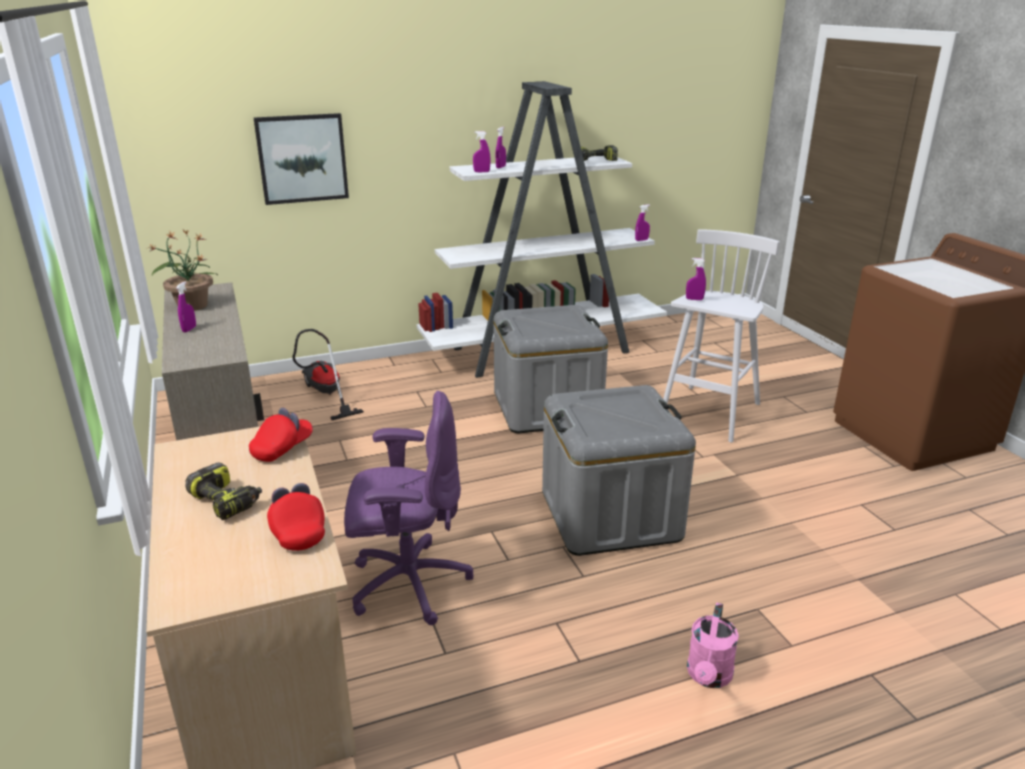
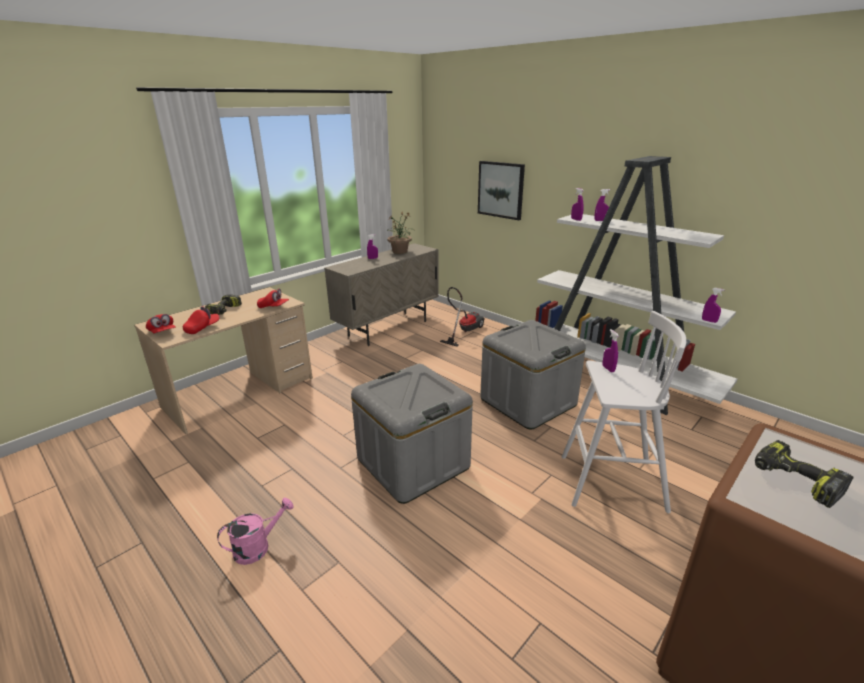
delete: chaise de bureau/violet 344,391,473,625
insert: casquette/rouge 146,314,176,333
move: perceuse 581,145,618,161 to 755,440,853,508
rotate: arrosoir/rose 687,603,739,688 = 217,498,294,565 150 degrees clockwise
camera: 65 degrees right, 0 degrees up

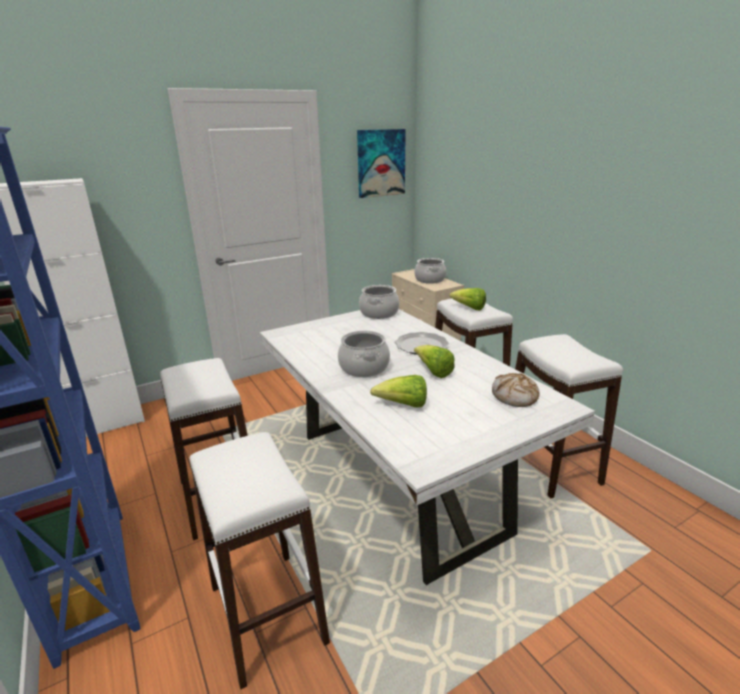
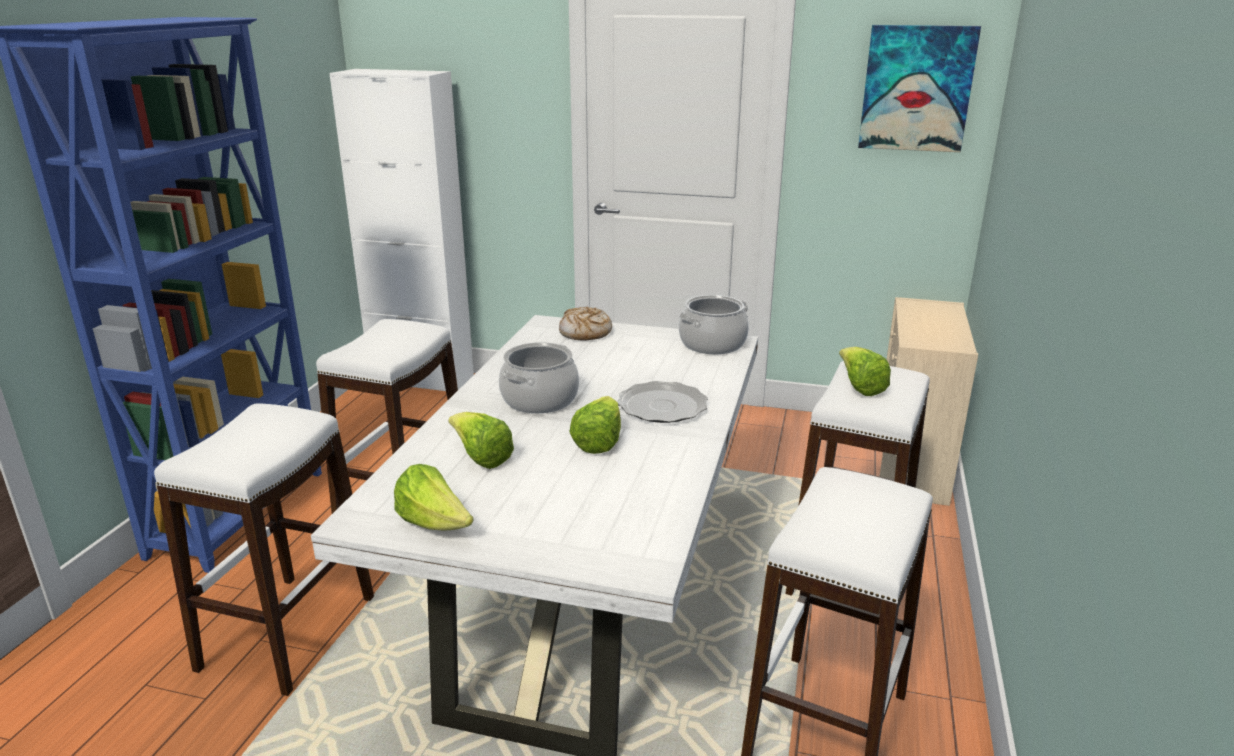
delete: marmite 414,258,446,284
insert: laitue 394,464,474,530
move: pain 492,373,540,407 to 559,307,612,341
camera: 45 degrees right, 0 degrees up

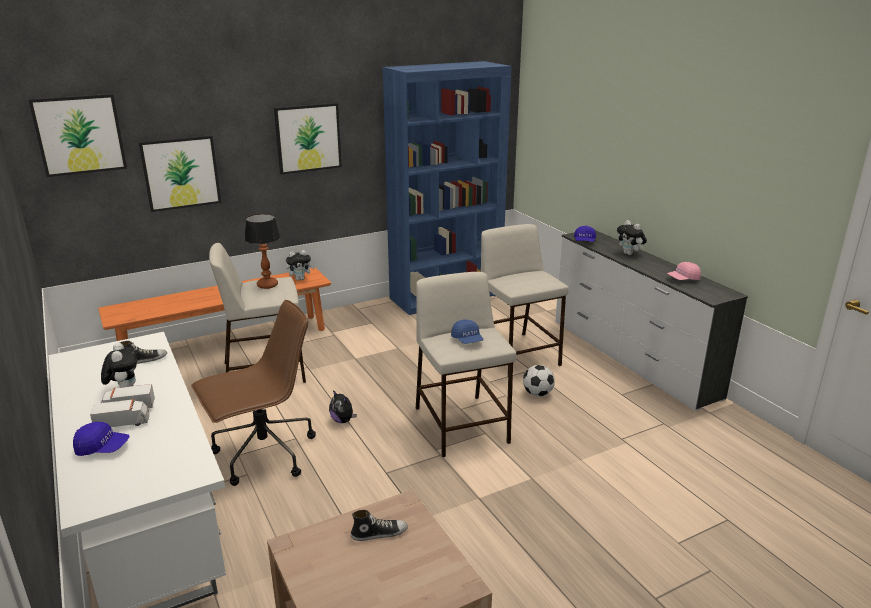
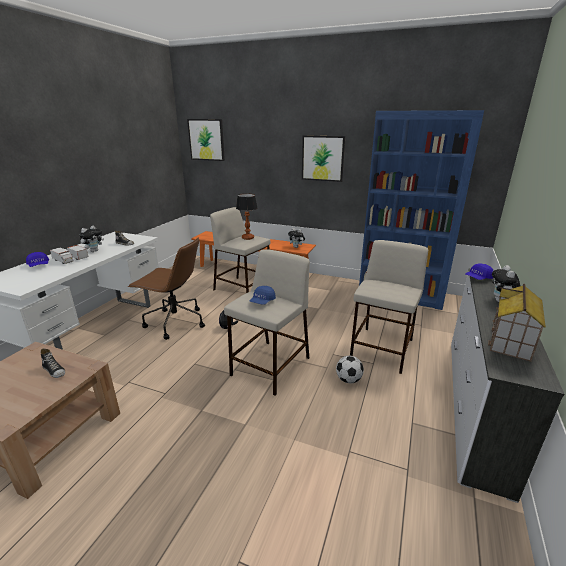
delete: tableau 139,135,221,212
replace: casquette/rose 667,262,701,280 to maison miniature 488,284,546,362
camera: 50 degrees right, 0 degrees up

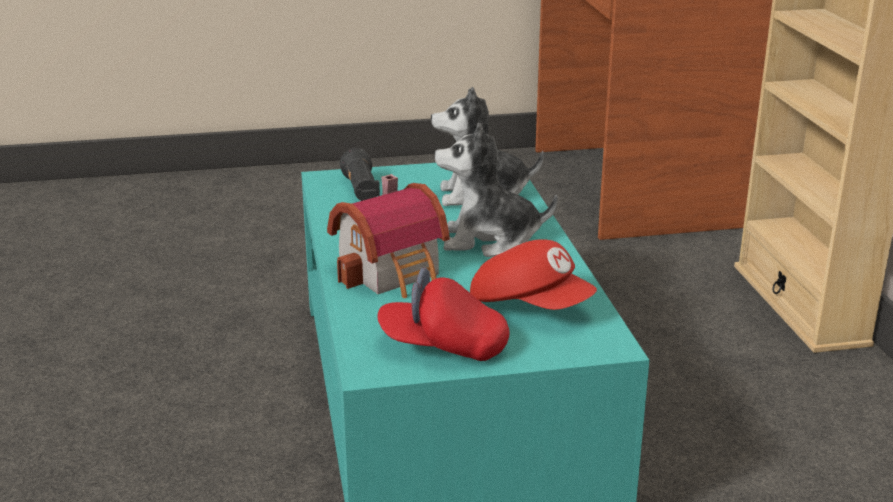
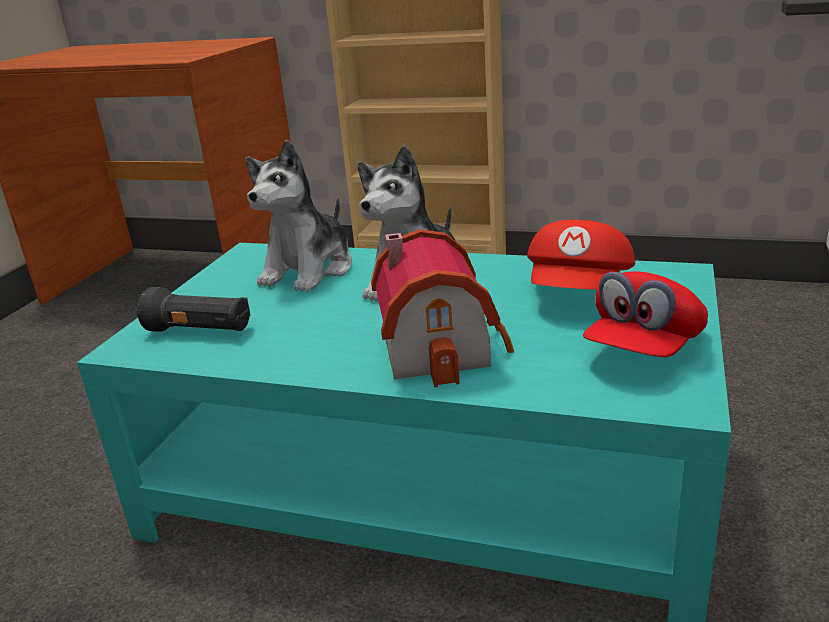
rotate: casquette/rouge 470,239,597,310 = 527,220,635,290 135 degrees clockwise
camera: 60 degrees left, 0 degrees up

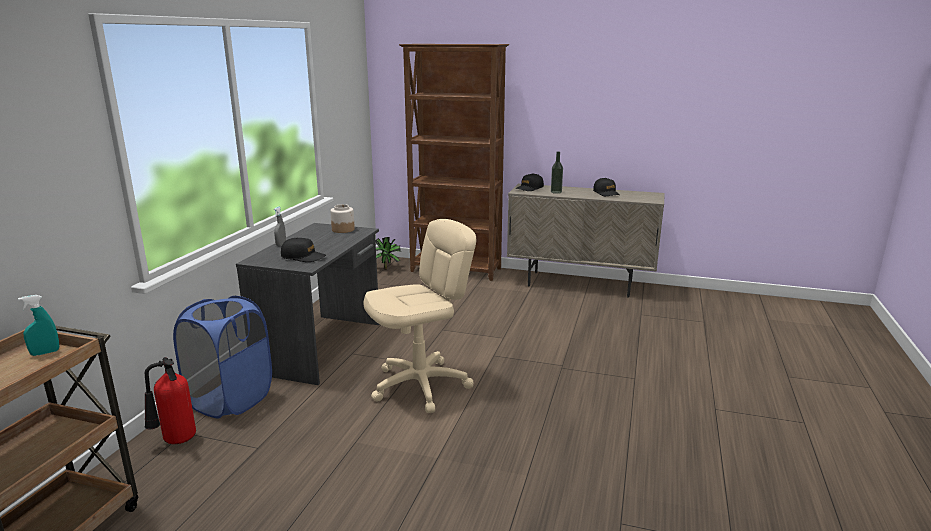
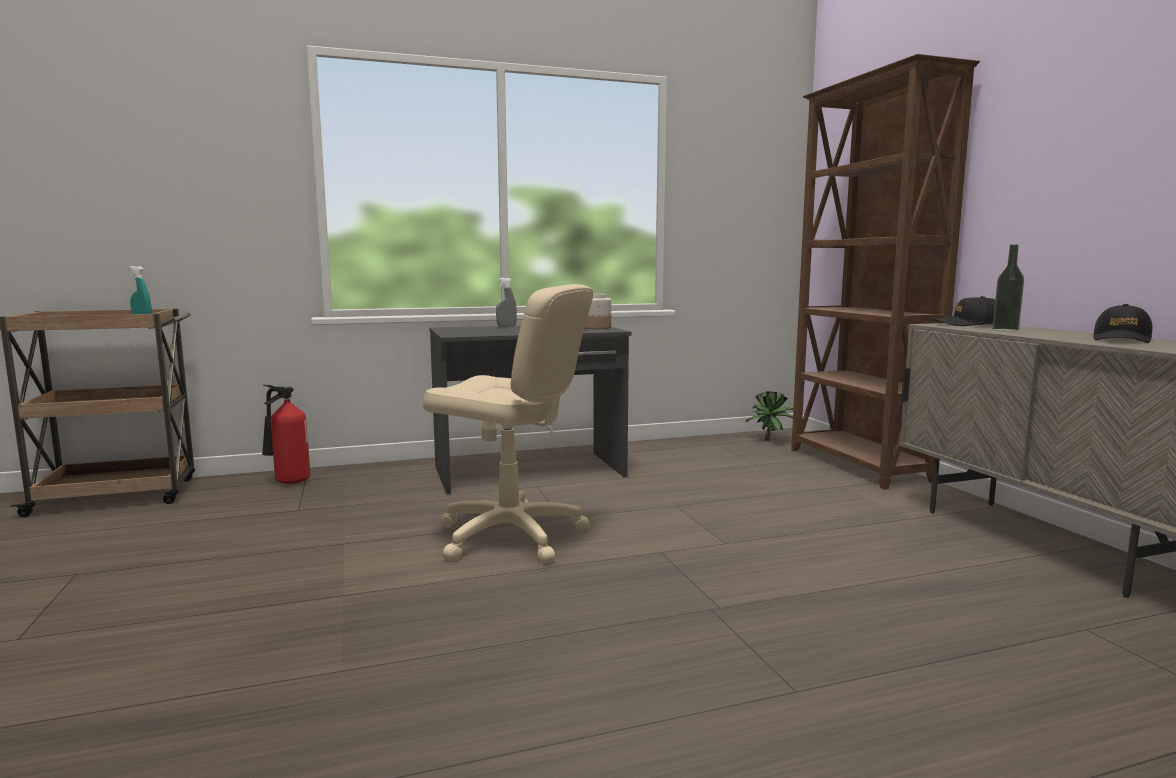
delete: casquette/noir 281,238,326,262; panier à linge/bleu 173,296,272,419
camera: 55 degrees right, 10 degrees down

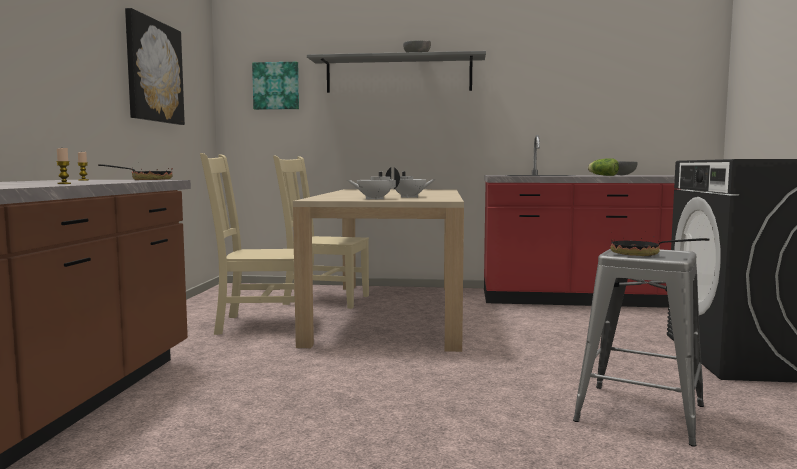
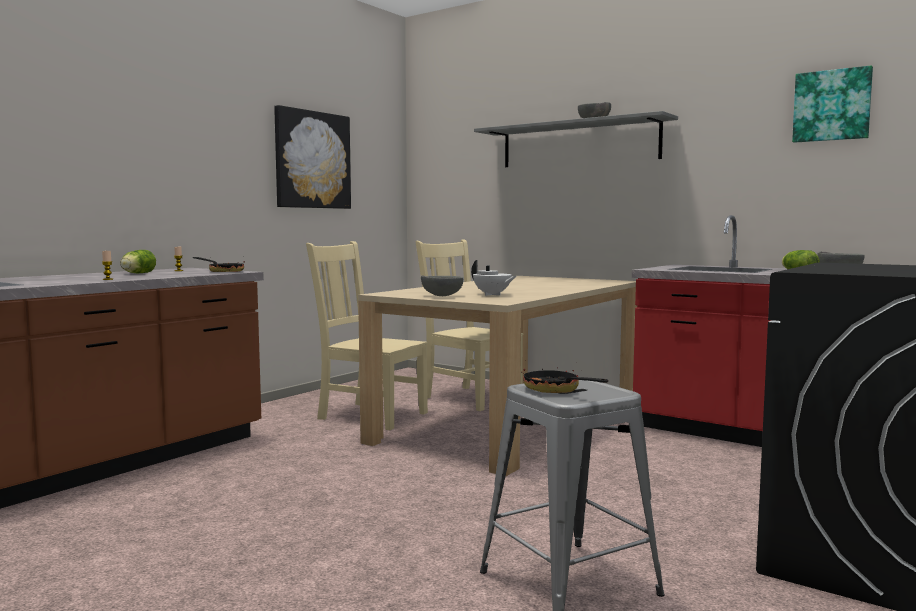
insert: laitue 120,250,156,273
move: tableau 252,62,299,110 to 792,65,873,143
replace: théière/blanc 347,167,400,200 to bol/gris 421,275,463,296
camera: 30 degrees right, 0 degrees up

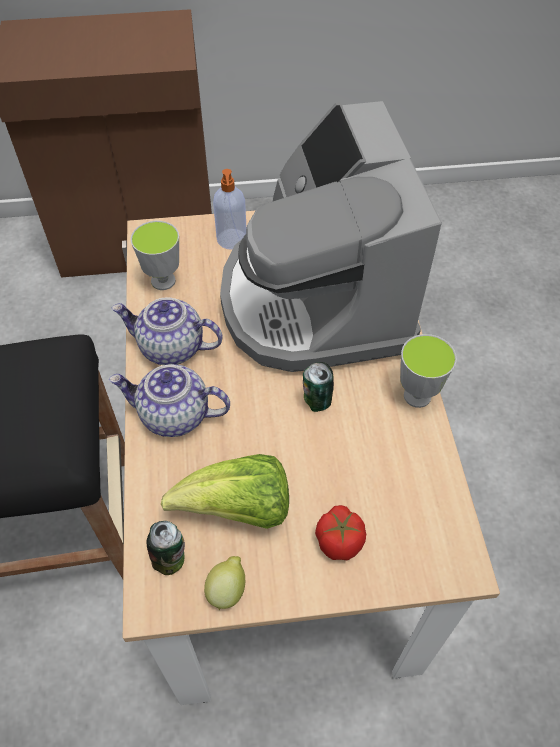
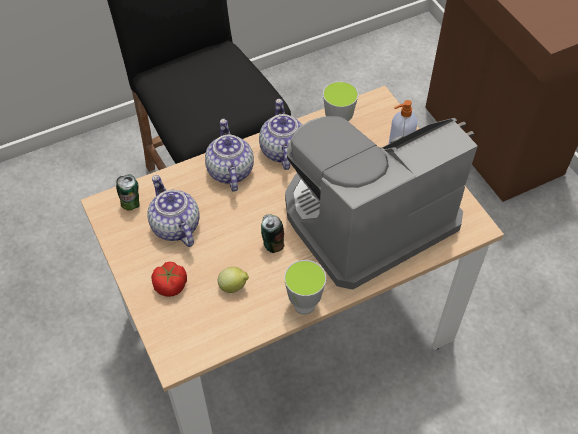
move: citron 204,556,245,610 to 218,267,249,293
replace: laitue 161,454,289,529 to théière 147,175,199,247
camera: 70 degrees right, 0 degrees up

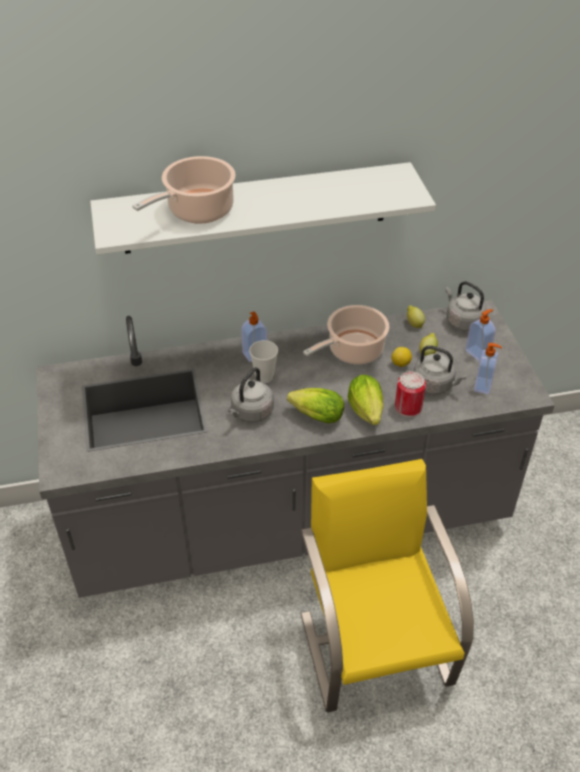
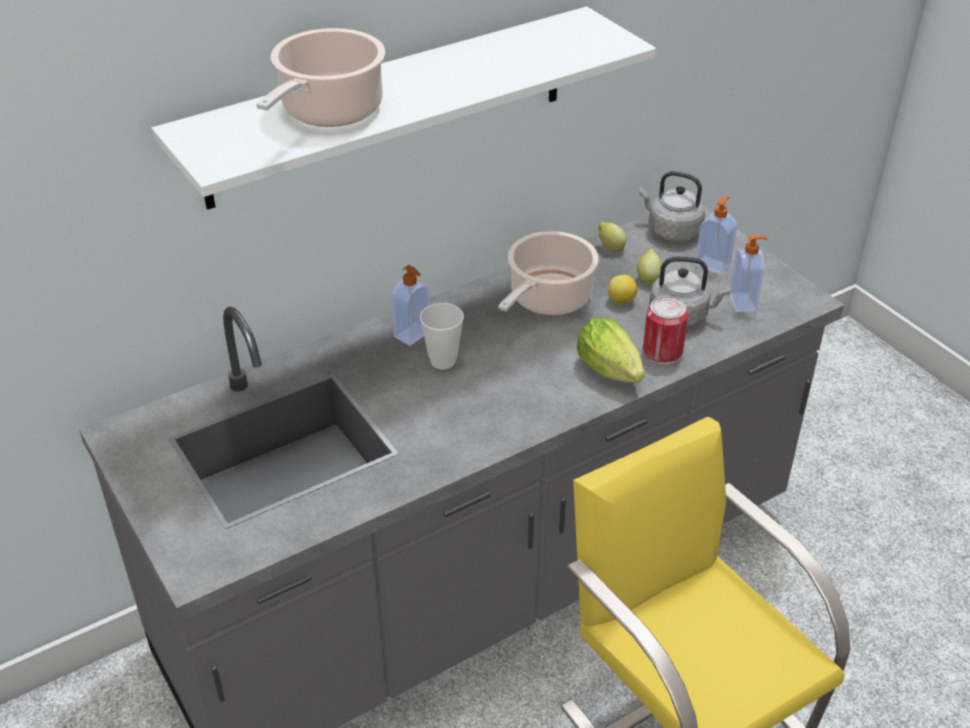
delete: bouilloire/gris 228,367,274,422; laitue 287,388,344,423
camera: 20 degrees left, 5 degrees down

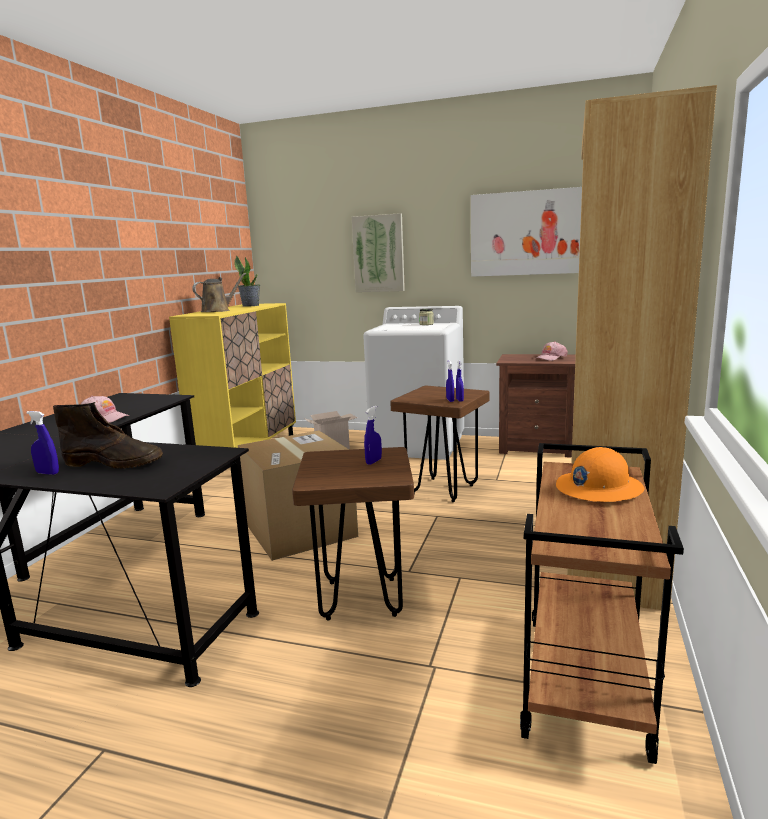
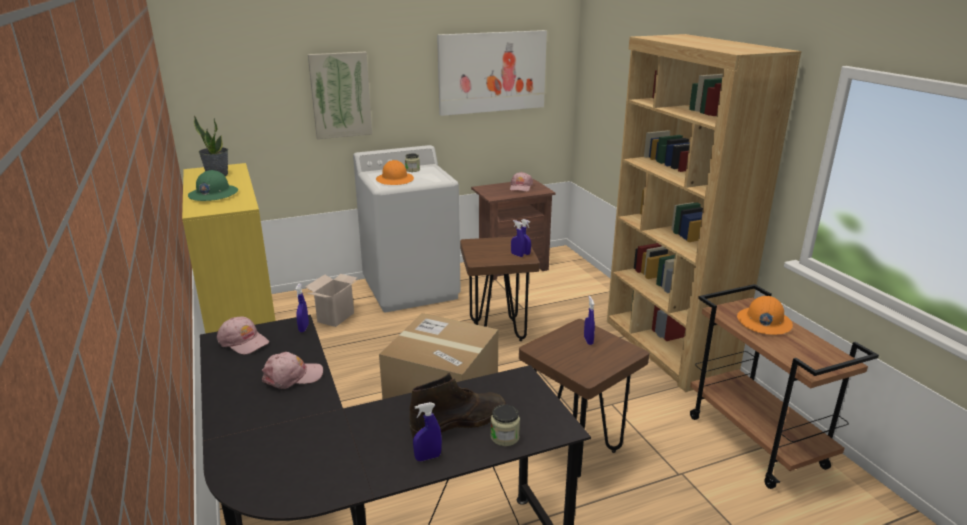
insert: casque de chantier/orange 376,160,414,185; vaporisateur/bleu 295,284,309,332; casquette/rose 217,316,269,355; bocal 491,404,520,446
replace: arrosoir/marron 192,273,246,312 to casque de chantier/vert 188,170,238,201
camera: 40 degrees left, 10 degrees up

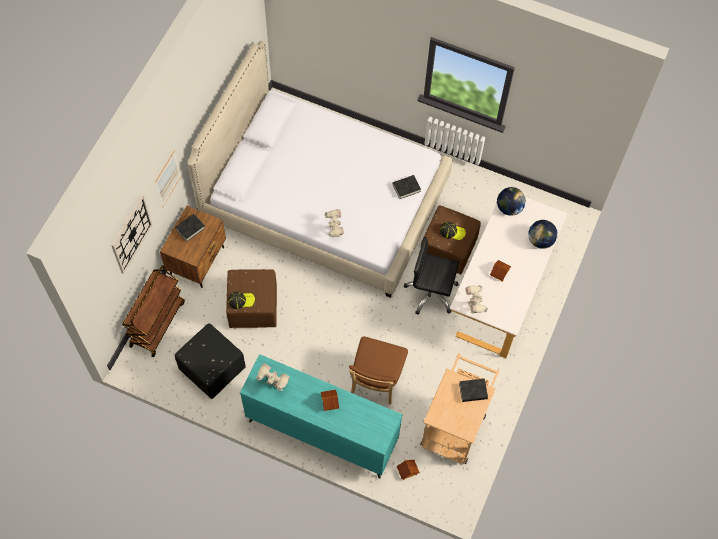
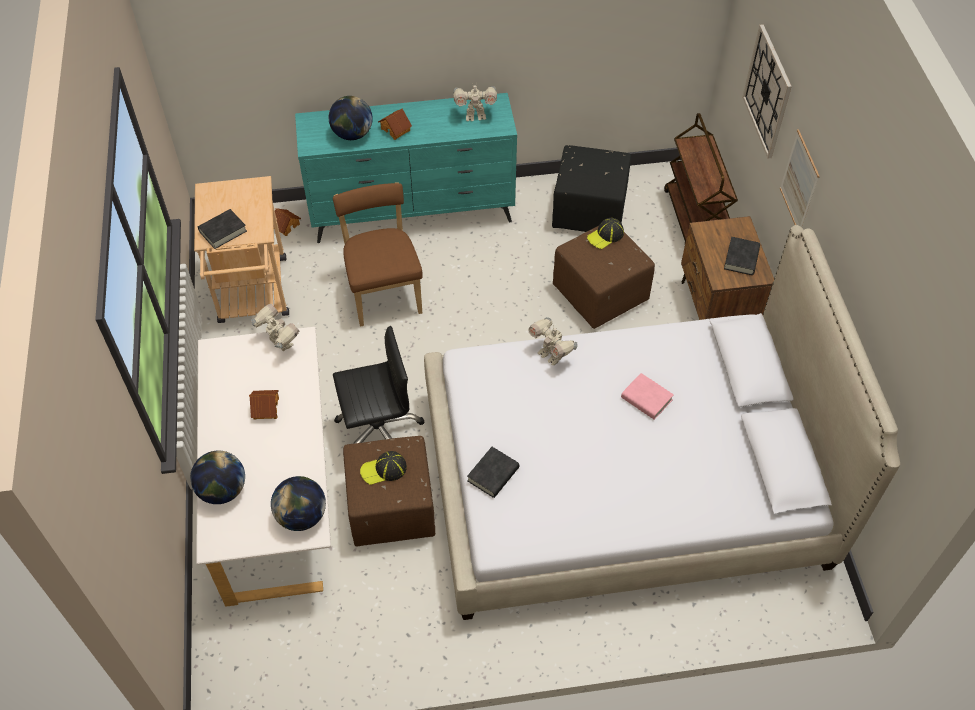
insert: globe 329,96,373,140; livre/rose 621,373,674,420
camera: 150 degrees right, 10 degrees down

